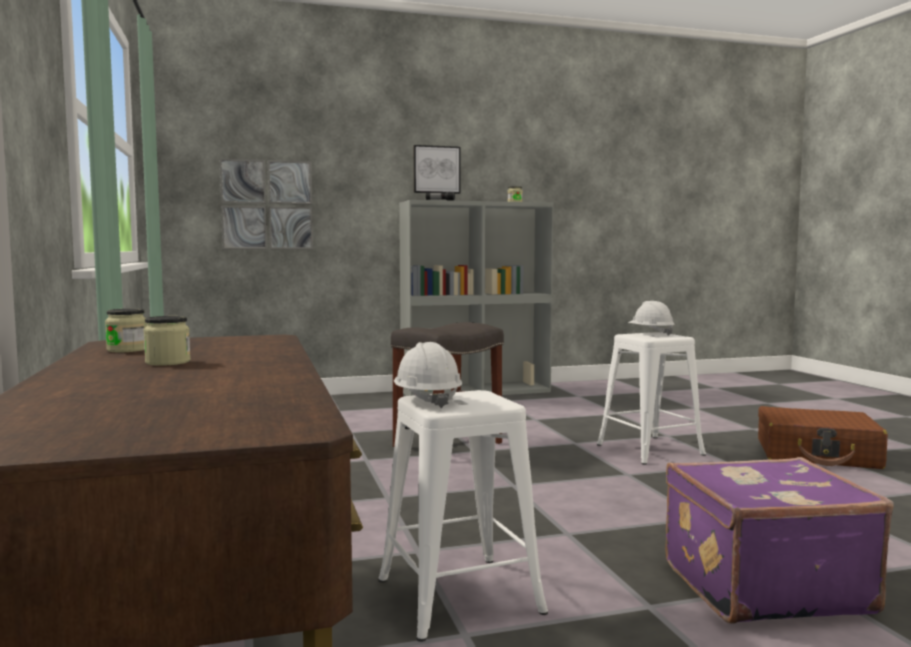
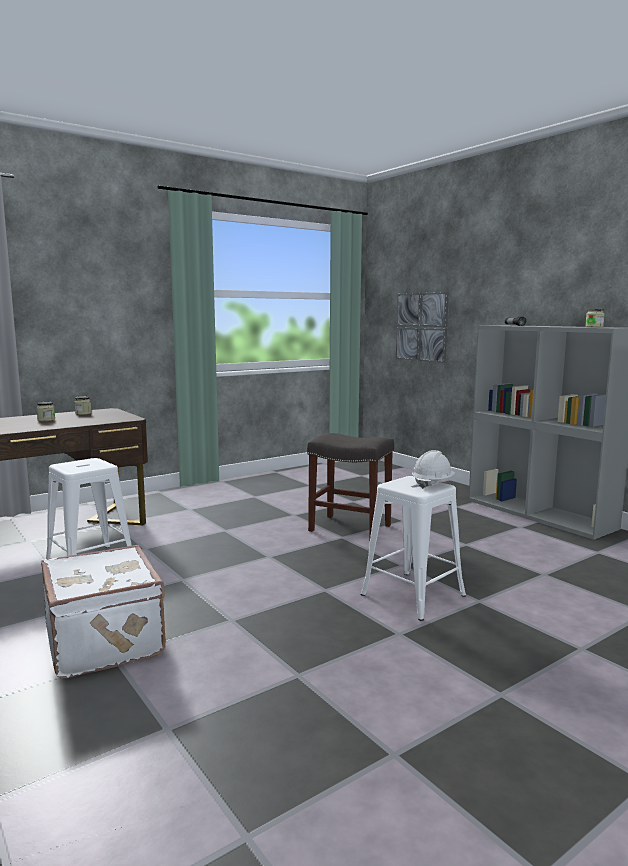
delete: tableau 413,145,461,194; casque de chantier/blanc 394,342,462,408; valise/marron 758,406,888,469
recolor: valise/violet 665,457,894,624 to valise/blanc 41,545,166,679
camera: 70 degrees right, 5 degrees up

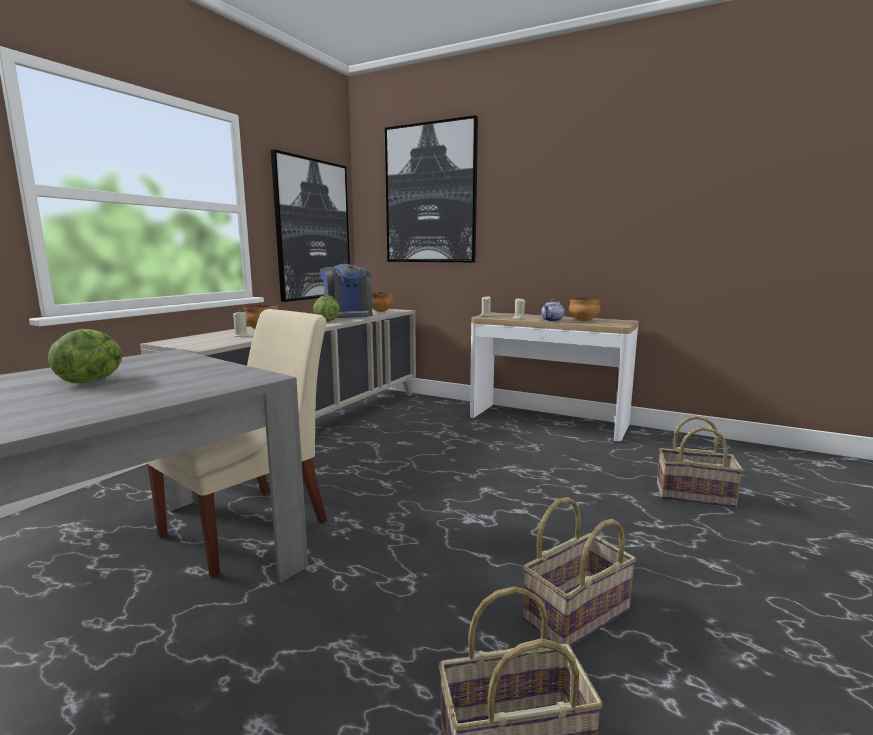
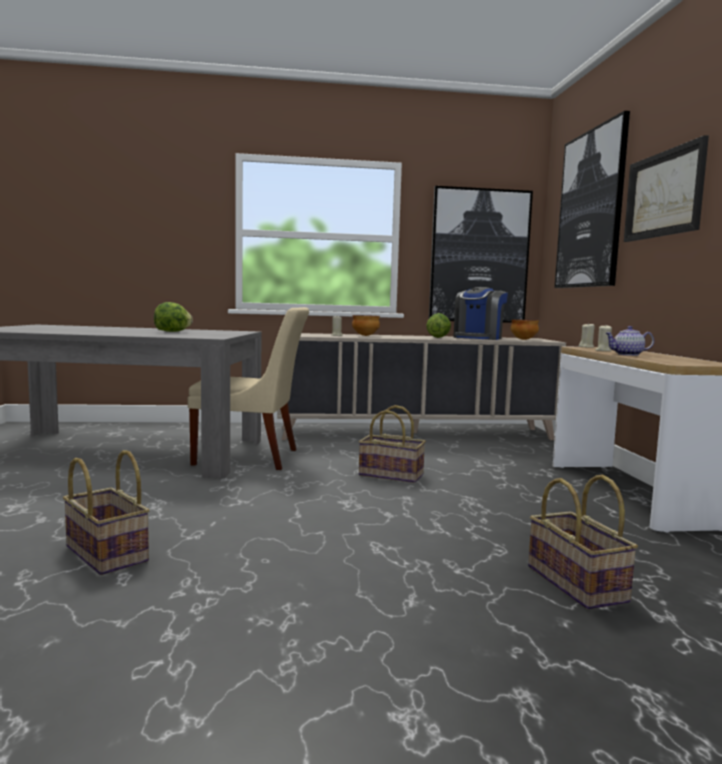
delete: bol 569,298,601,321
insert: tableau 624,135,709,242
move: panier 523,497,636,647 to 359,405,426,483
camera: 55 degrees right, 5 degrees down

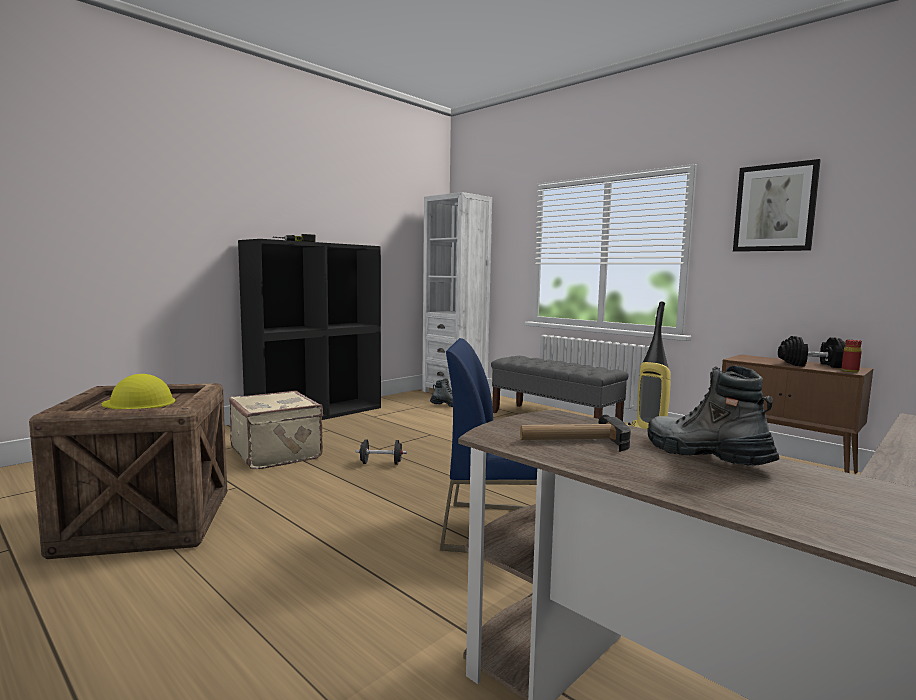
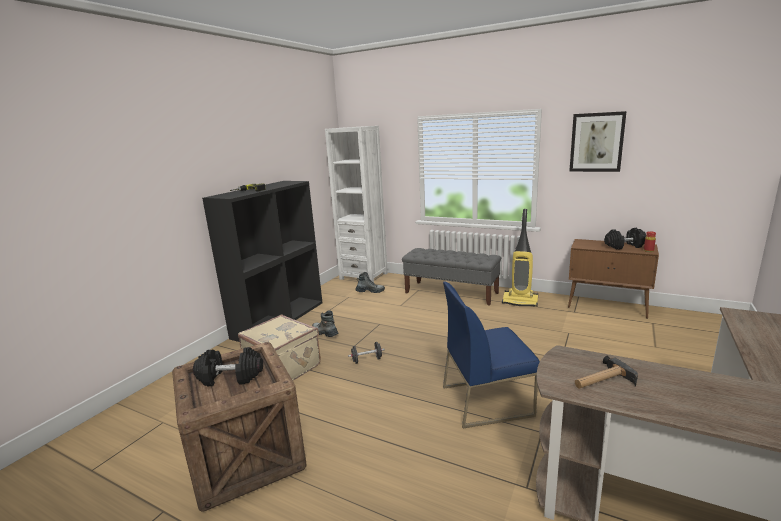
move: botte 647,365,779,466 to 312,311,339,337
replace: casque de chantier/jaune 102,374,175,409 to haltère/noir 193,347,263,386
camera: 15 degrees left, 10 degrees up

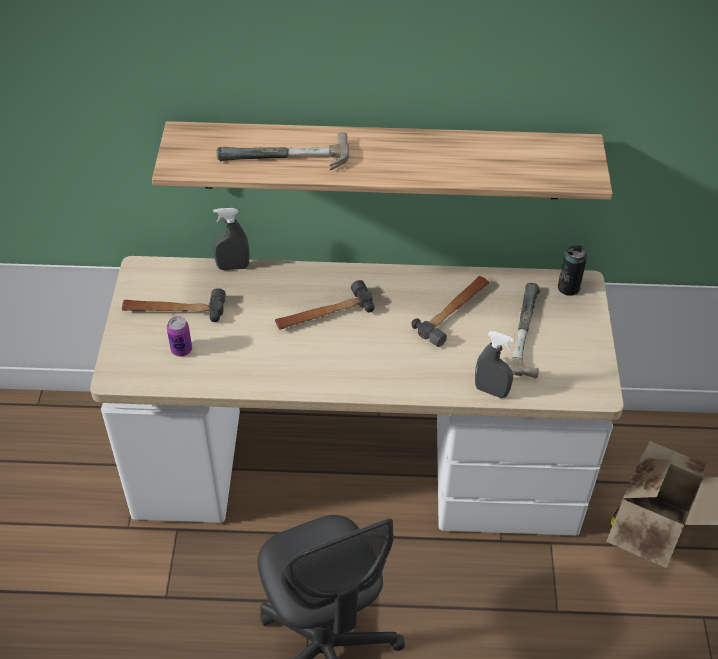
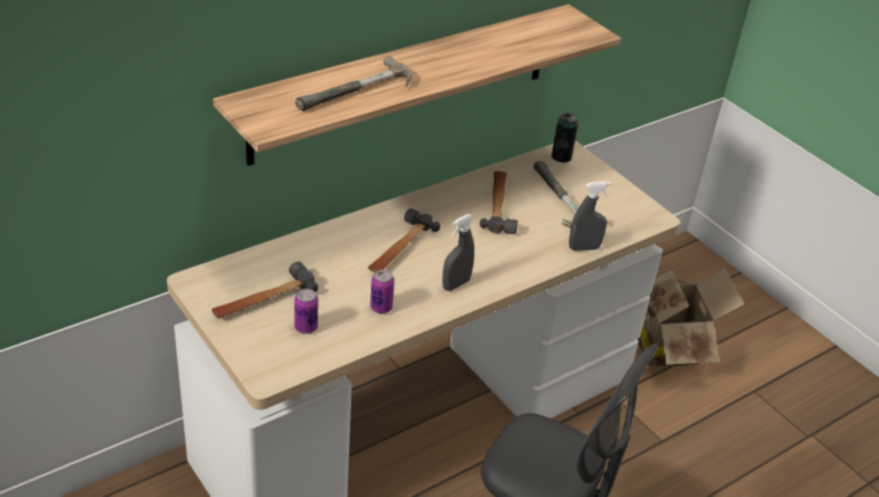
insert: boîte métallique 370,269,395,314
move: vaporisateur/gris 213,208,249,270 to 442,214,474,291
camera: 40 degrees left, 10 degrees down

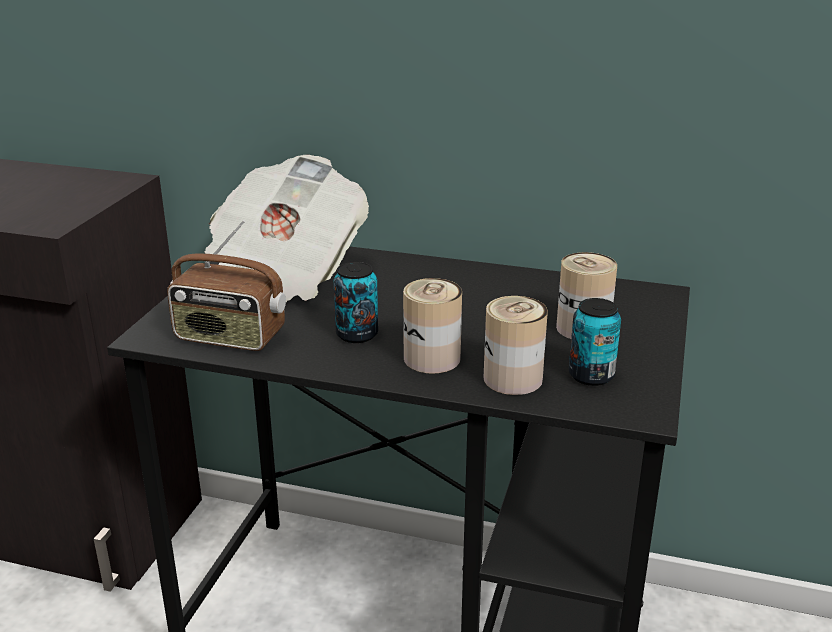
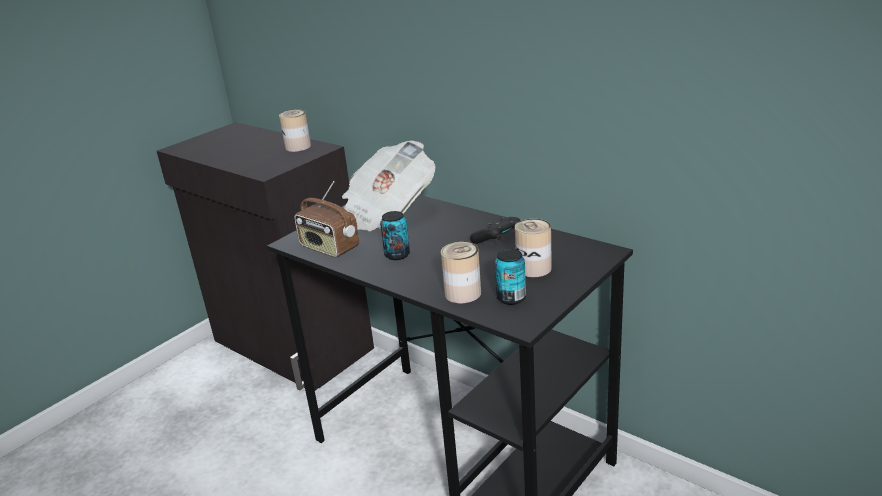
insert: manette/noir 470,217,520,244
move: boîte métallique 403,278,462,374 to 279,110,311,152
camera: 25 degrees right, 0 degrees up

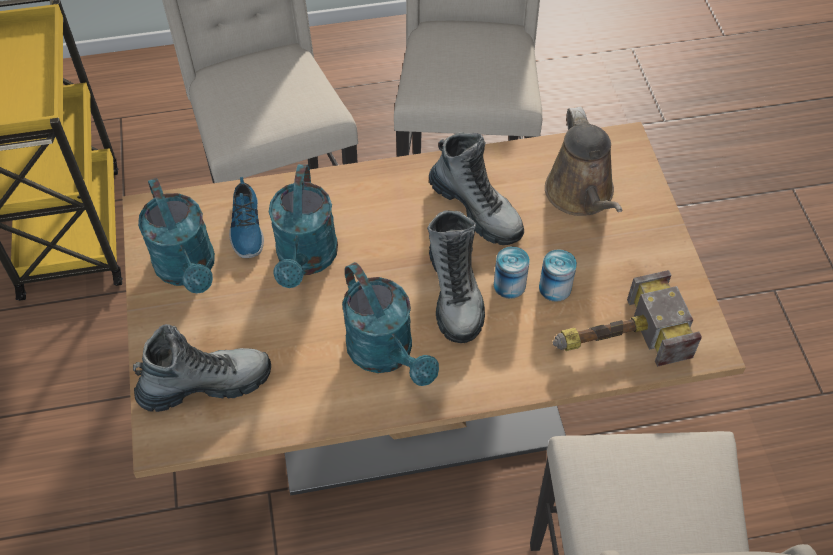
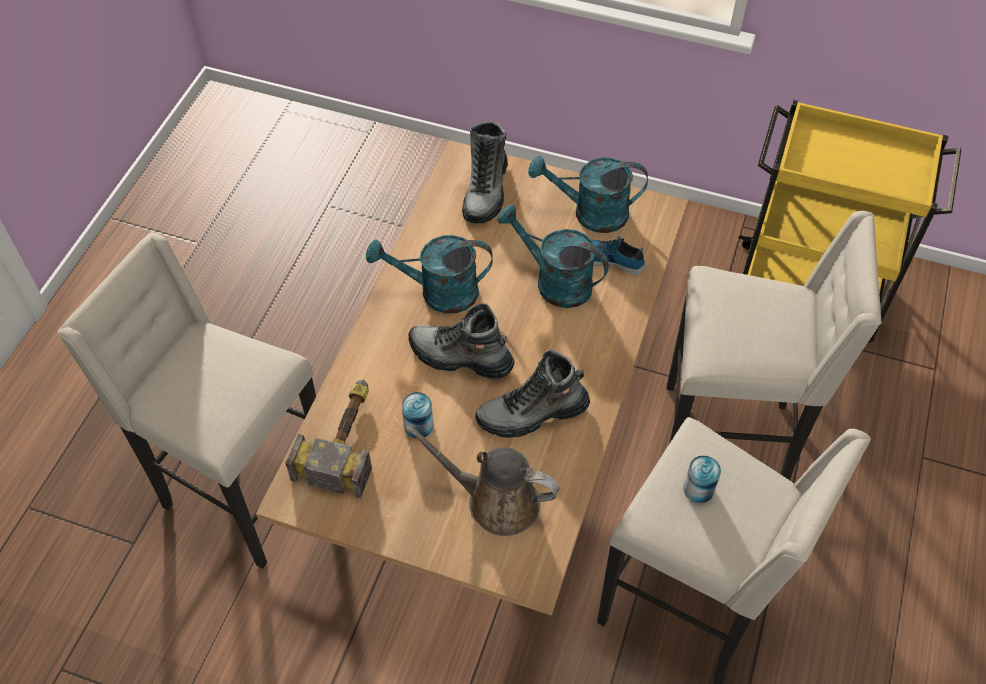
move: boîte métallique 494,246,530,299 to 683,456,721,503
camera: 120 degrees right, 0 degrees up

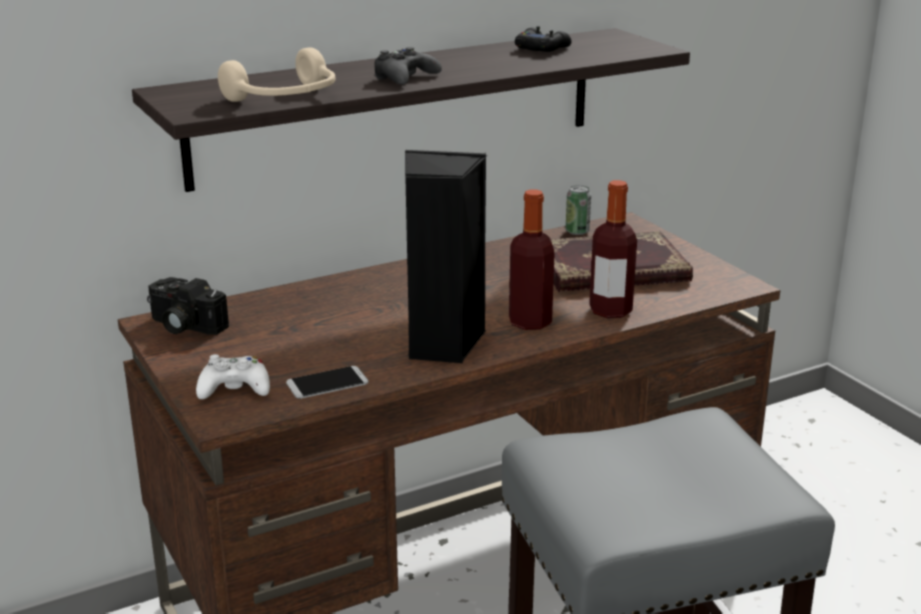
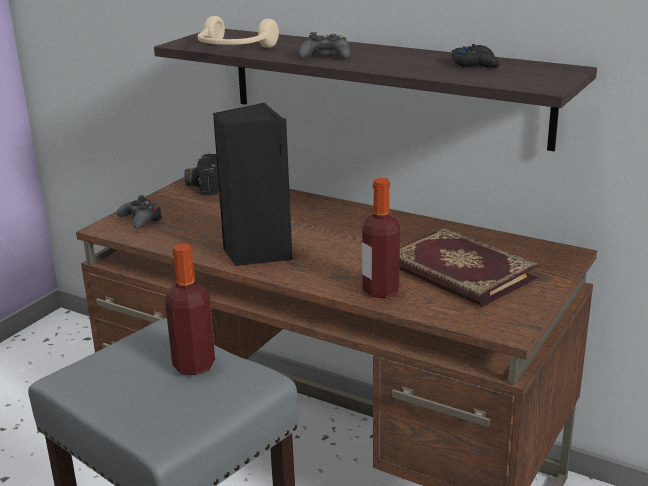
delete: boîte métallique 566,185,591,235; téléphone 286,366,369,399
move: bouteille 509,189,555,330 to 165,243,215,375
recolor: manette/blanc 196,354,270,399 to manette/noir 117,195,162,229
camera: 60 degrees right, 0 degrees up

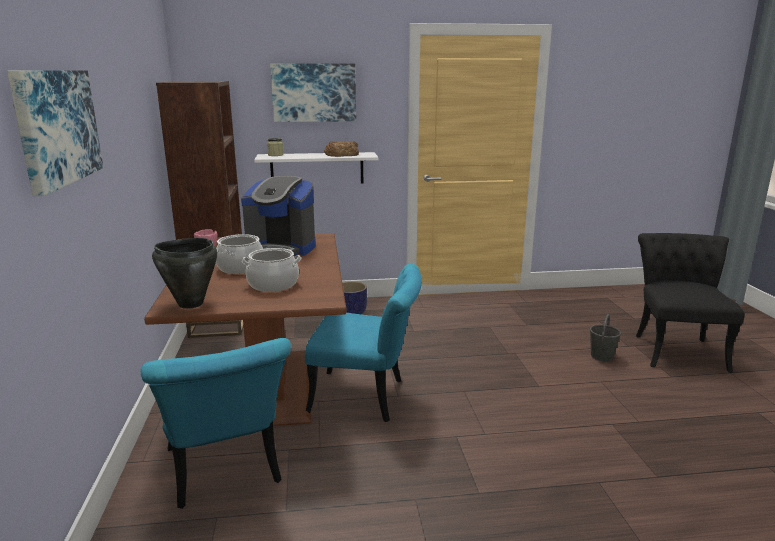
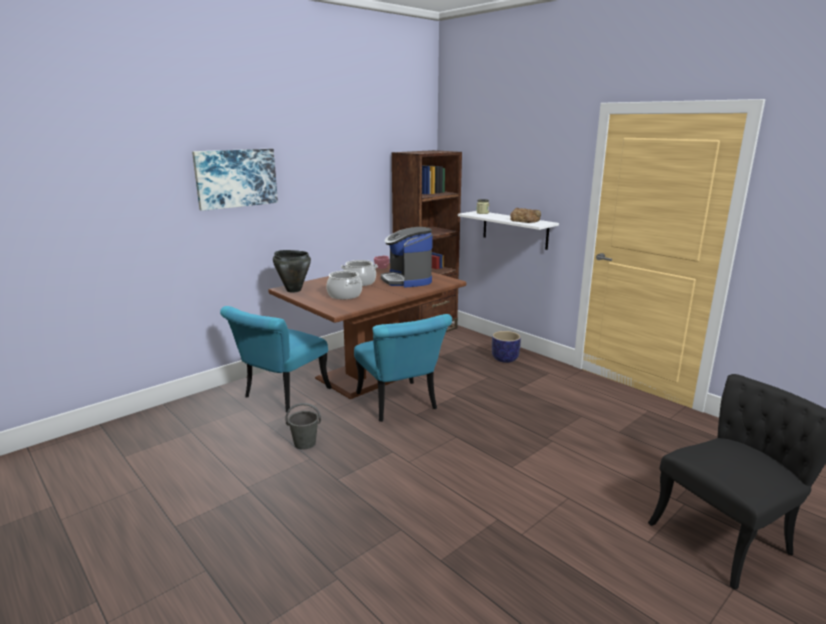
delete: tableau 270,63,356,122
move: seau/gris 590,314,621,361 to 285,403,321,450
camera: 55 degrees right, 0 degrees up

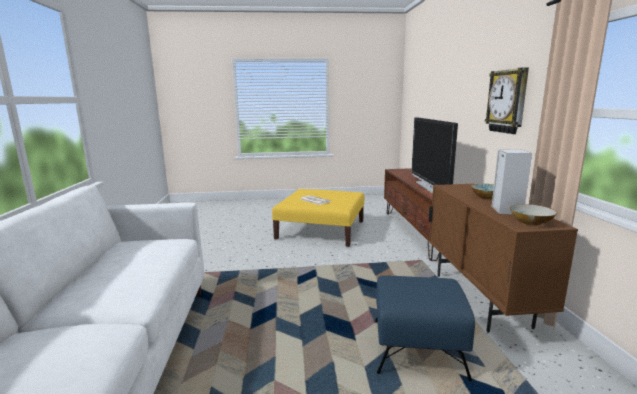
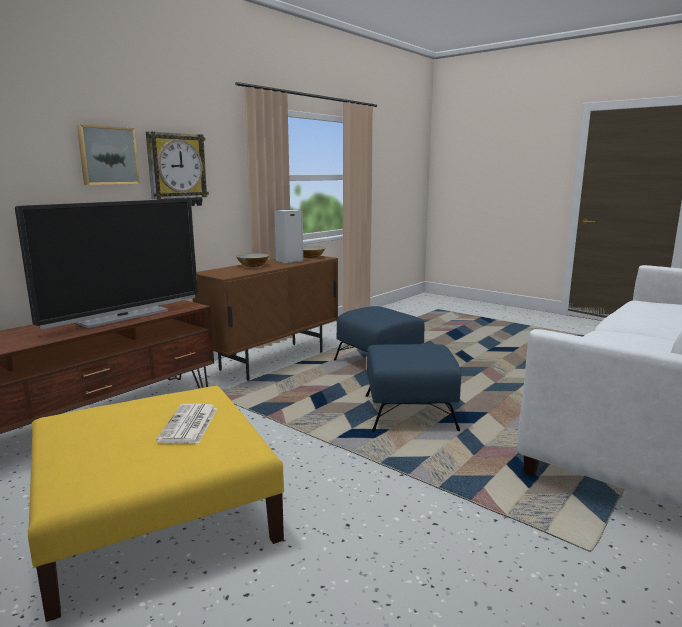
insert: tableau 77,125,140,185; pouf/bleu 366,344,461,432
camera: 135 degrees left, 0 degrees up

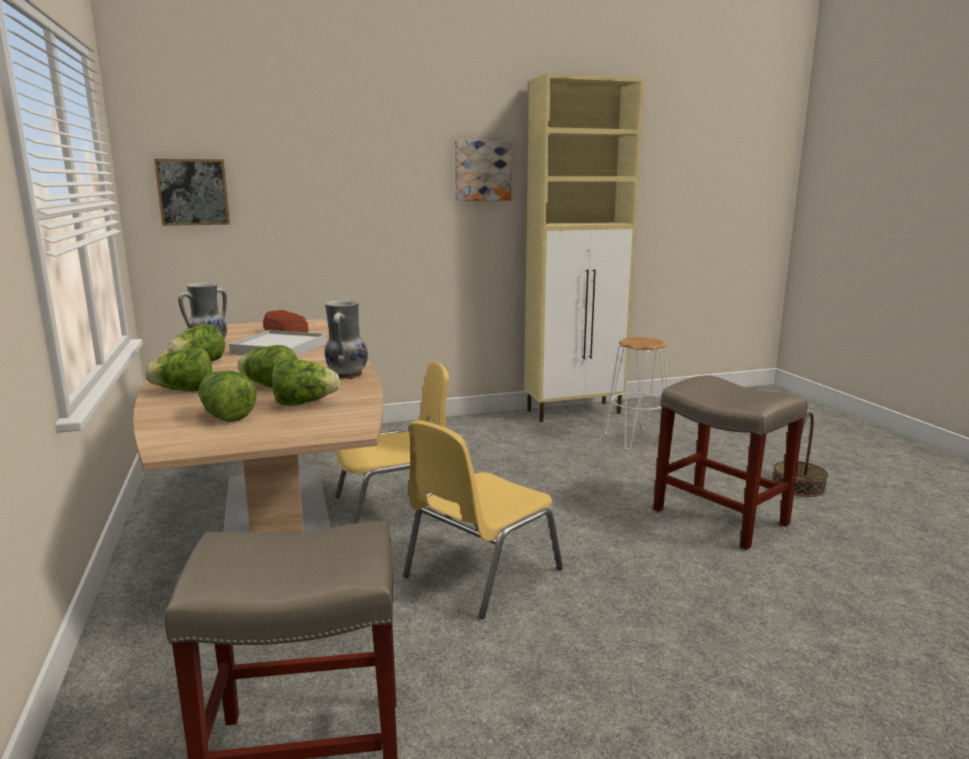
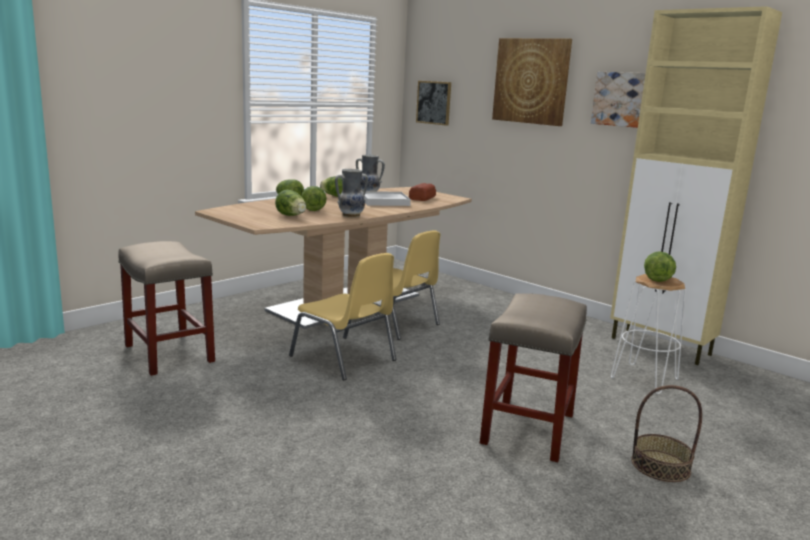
insert: tableau 492,38,572,126
move: laitue 199,371,256,422 to 644,251,676,282
rotate: chaise/jaune 403,420,563,619 = 289,253,396,380 150 degrees counterclockwise
camera: 60 degrees right, 0 degrees up

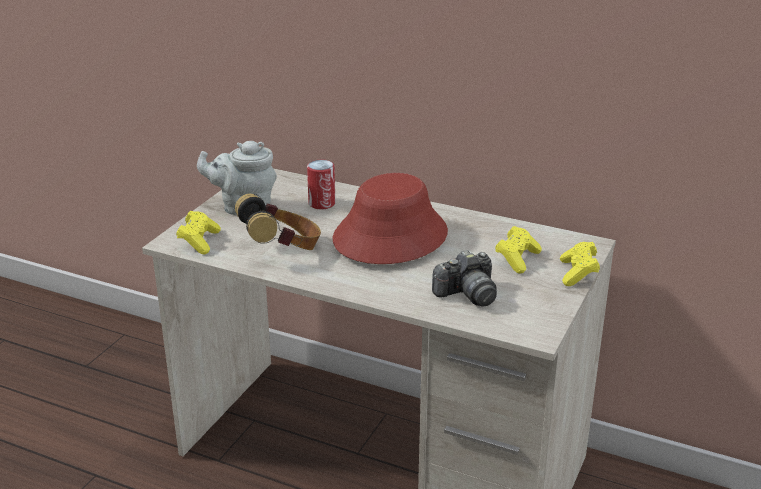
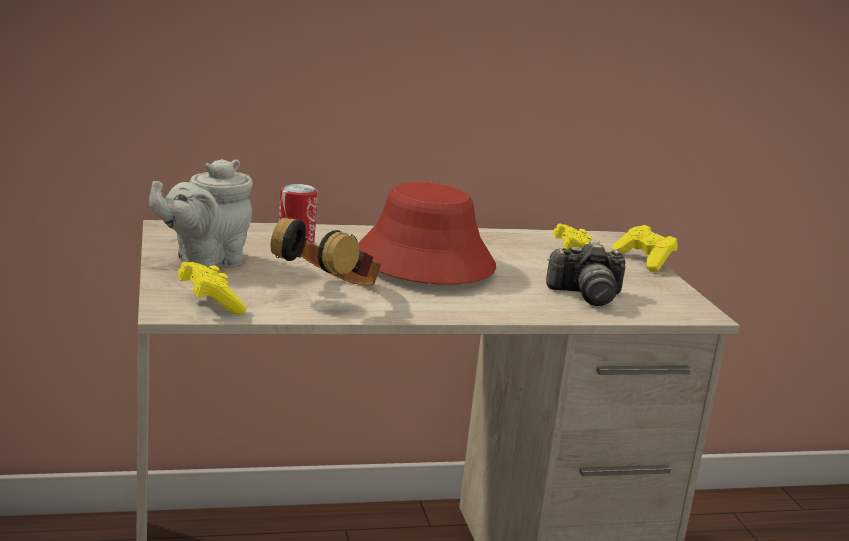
rotate: appareil photo 432,250,497,307 = 546,241,626,306 60 degrees clockwise
camera: 40 degrees left, 10 degrees down

